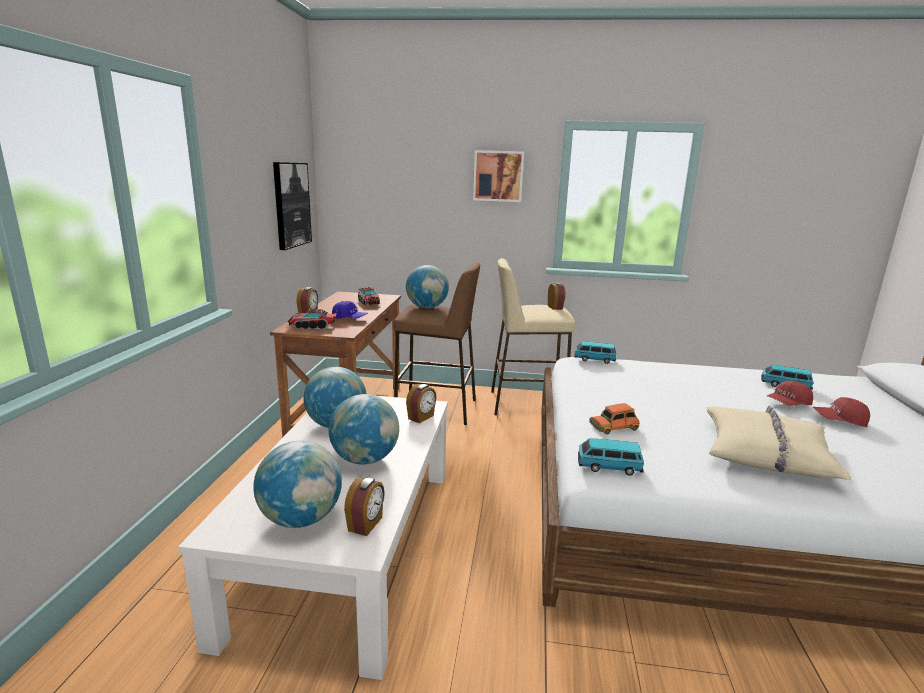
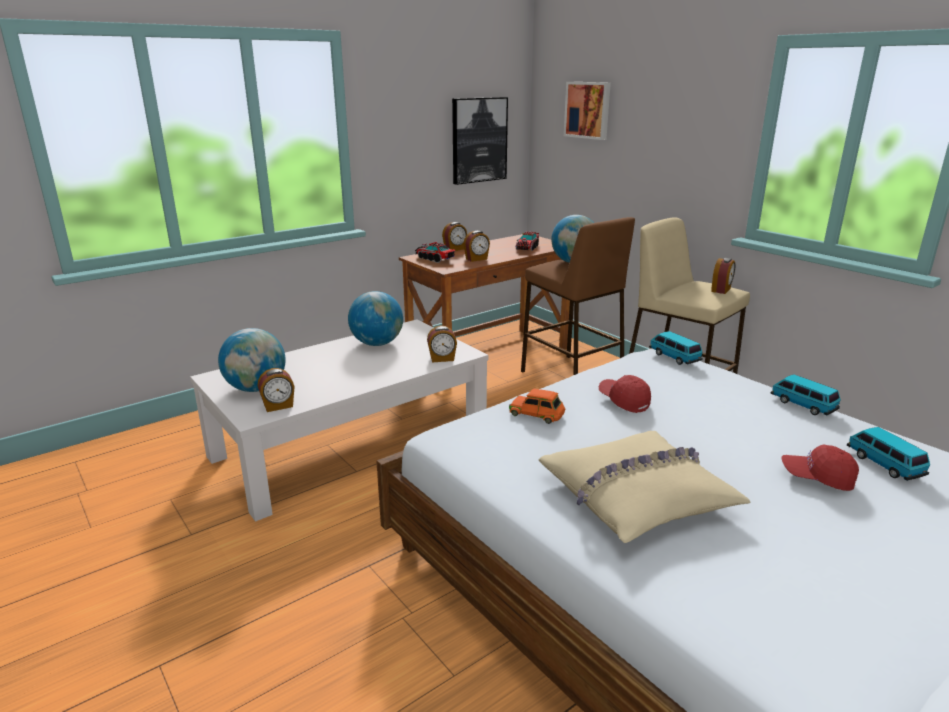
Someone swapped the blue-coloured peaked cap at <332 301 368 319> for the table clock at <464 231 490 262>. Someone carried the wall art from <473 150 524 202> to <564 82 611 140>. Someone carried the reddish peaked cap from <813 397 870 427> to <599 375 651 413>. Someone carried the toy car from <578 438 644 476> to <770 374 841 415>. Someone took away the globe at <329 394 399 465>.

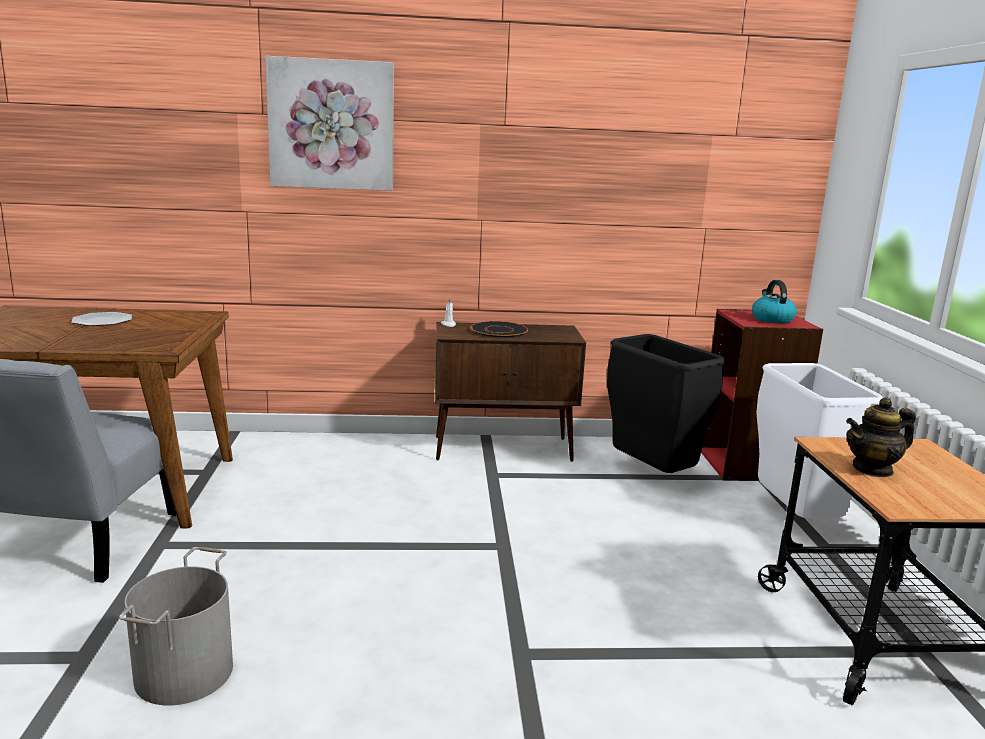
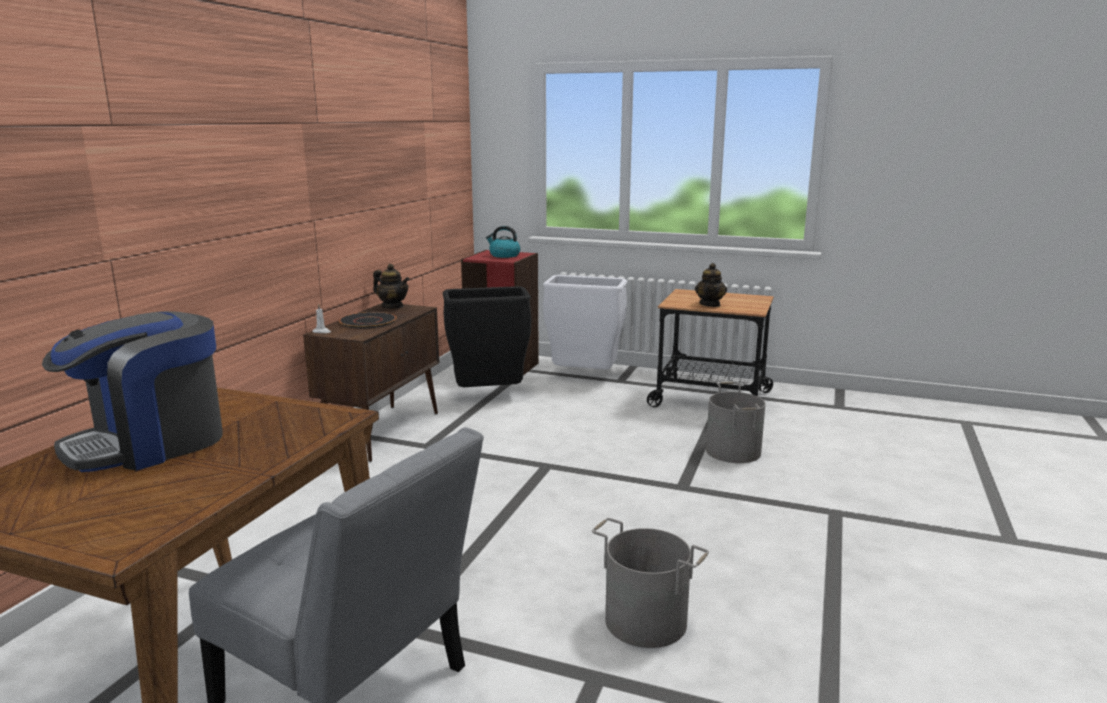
Someone swapped the plate at <72 312 132 326> for the coffee machine at <42 311 223 472>. Someone put down the teapot at <373 264 410 308>. Someone put down the grey water bucket at <706 382 766 463>. Someone took away the wall art at <265 56 394 191>.

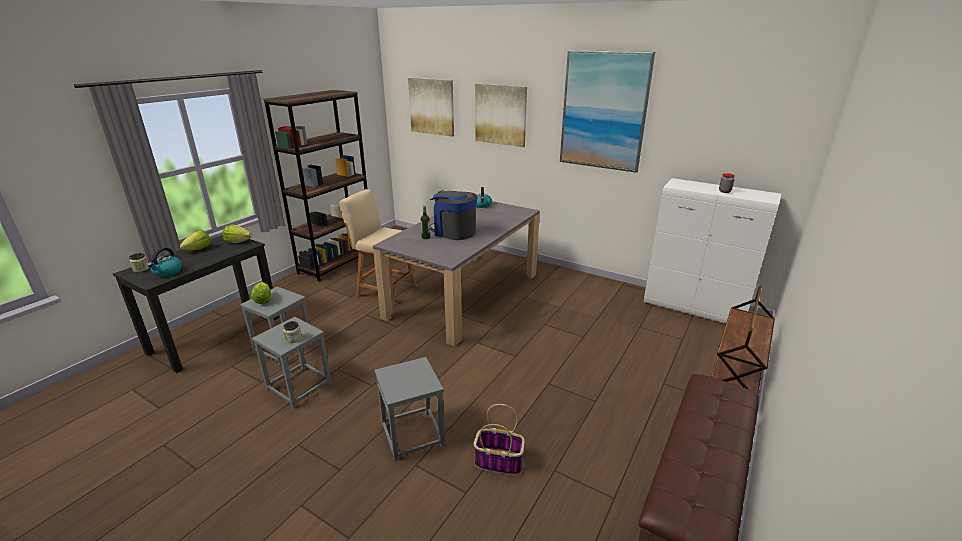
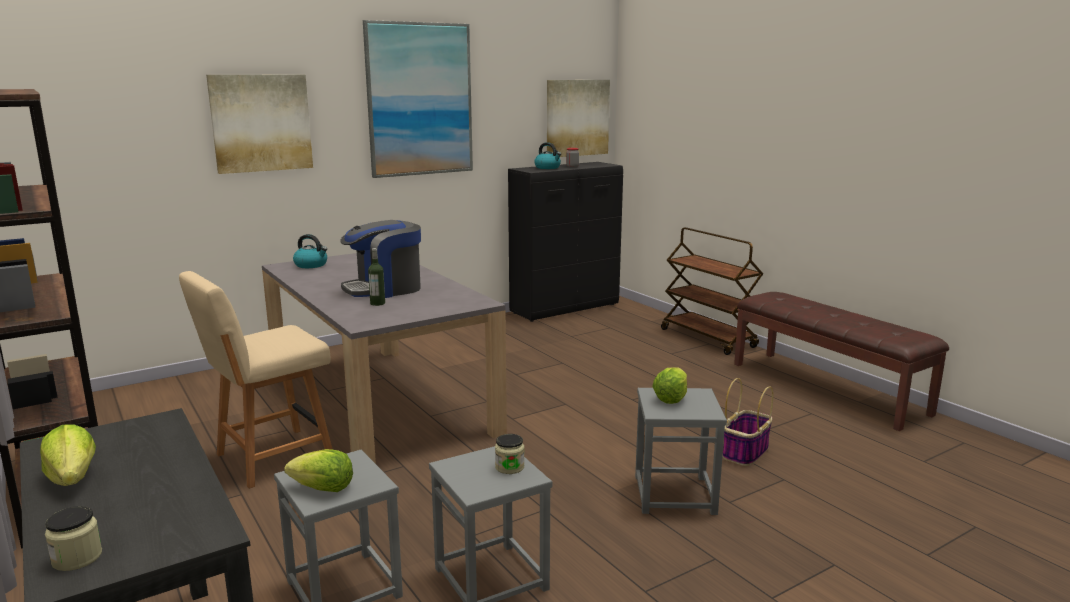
Someone repainted the white cupboard at <644 178 781 324>, which became the blackish cupboard at <508 162 623 322>. Someone carried the water kettle from <147 247 182 277> to <534 142 561 169>. Someone carried the wall art from <408 78 454 137> to <547 80 610 157>. Someone carried the lettuce from <222 225 252 243> to <652 367 687 404>.

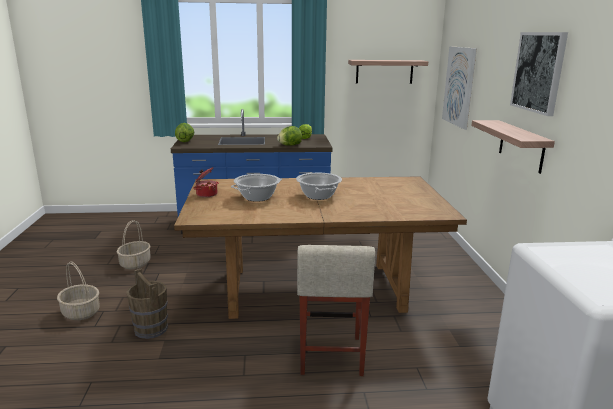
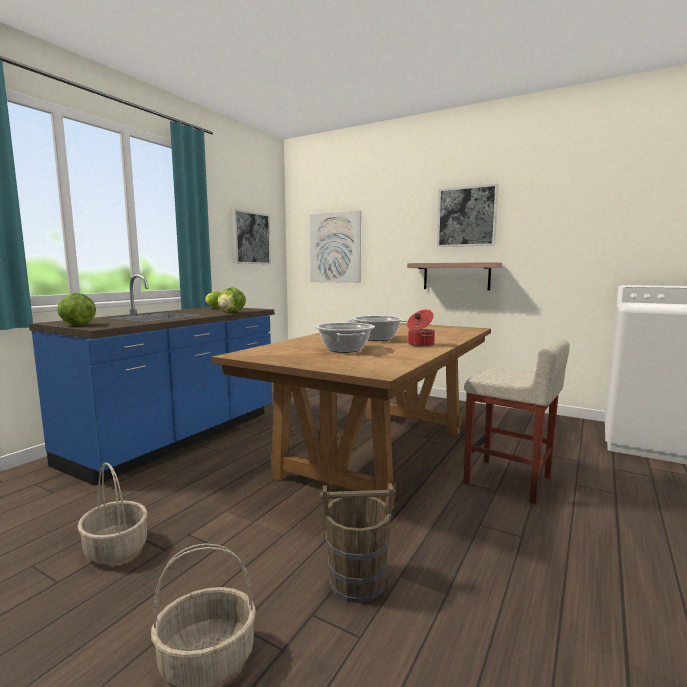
Someone swapped the shelf at <348 60 428 84> for the wall art at <232 209 271 264>. Someone carried the cooking pot from <193 167 219 197> to <407 310 435 347>.

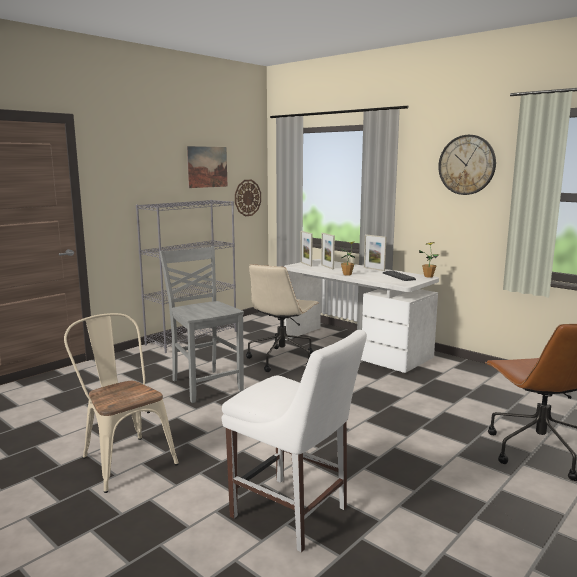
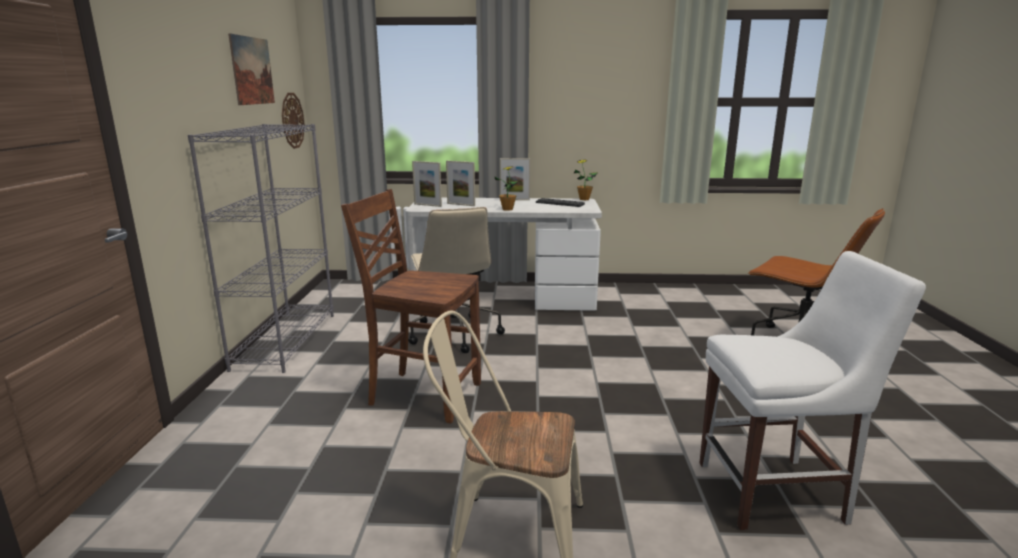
Someone repainted the grey chair at <159 246 244 403>, which became the brown-coloured chair at <341 189 481 423>. Someone took away the hanging clock at <438 135 496 195>.

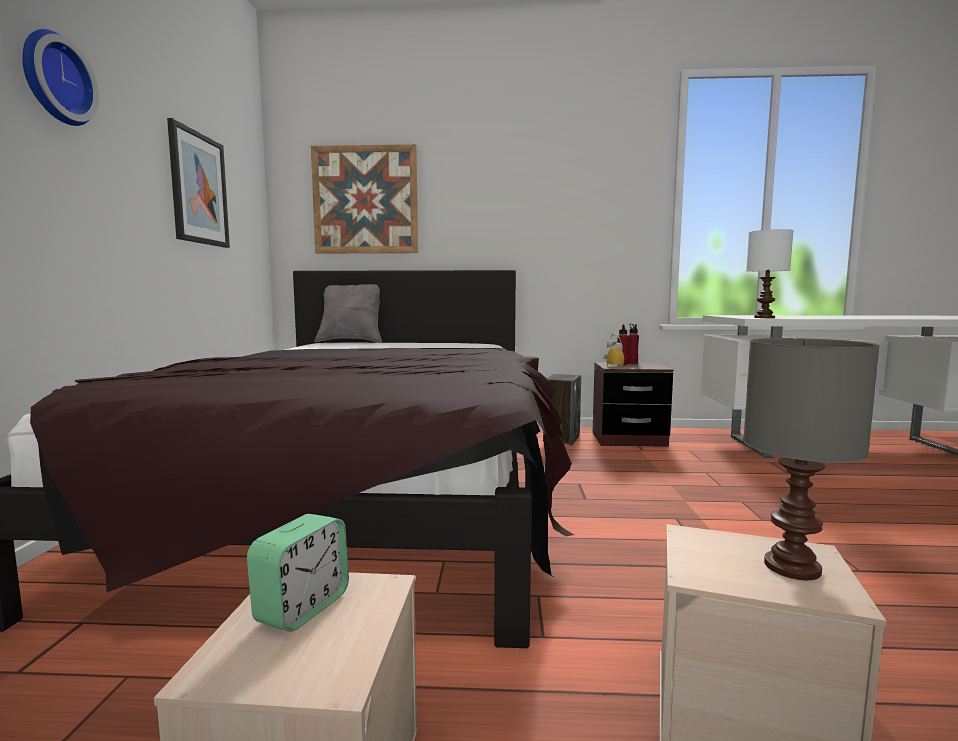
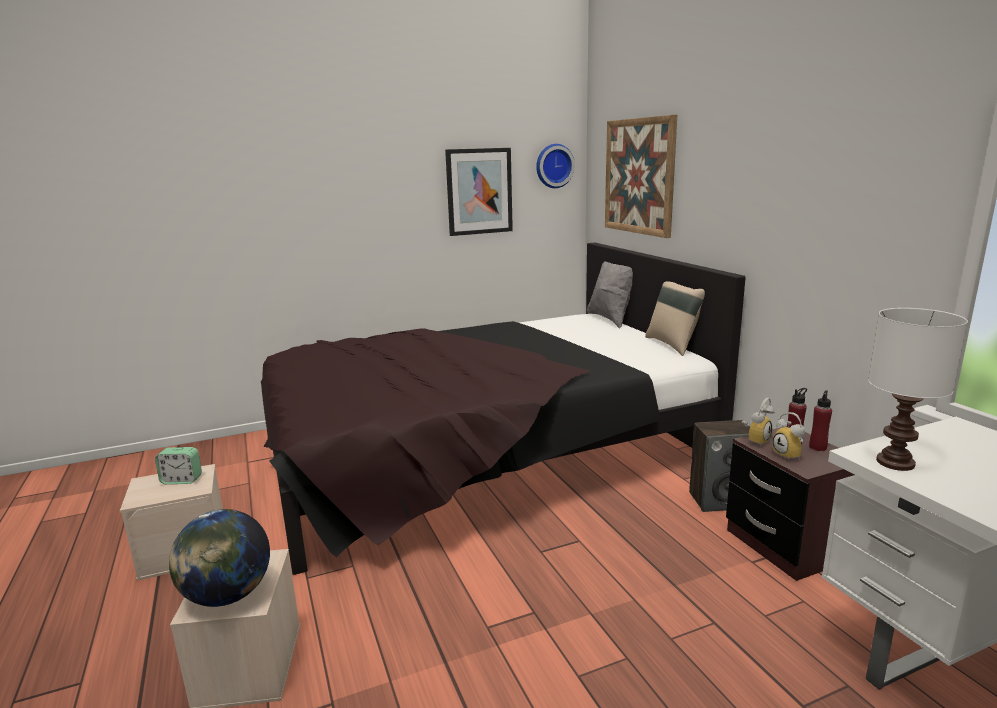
Someone swapped the grey lamp for a table at <743 338 880 580> for the globe at <169 509 270 607>. Someone carried the hanging clock from <22 29 99 126> to <536 144 575 188>. Someone put down the sand-coloured throw pillow at <645 281 705 356>. Someone put down the table clock at <772 412 805 461>.

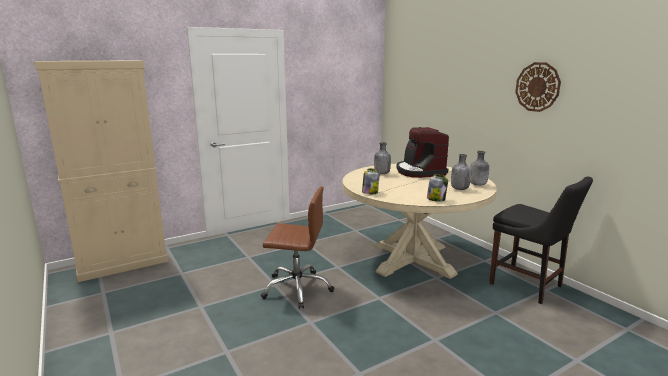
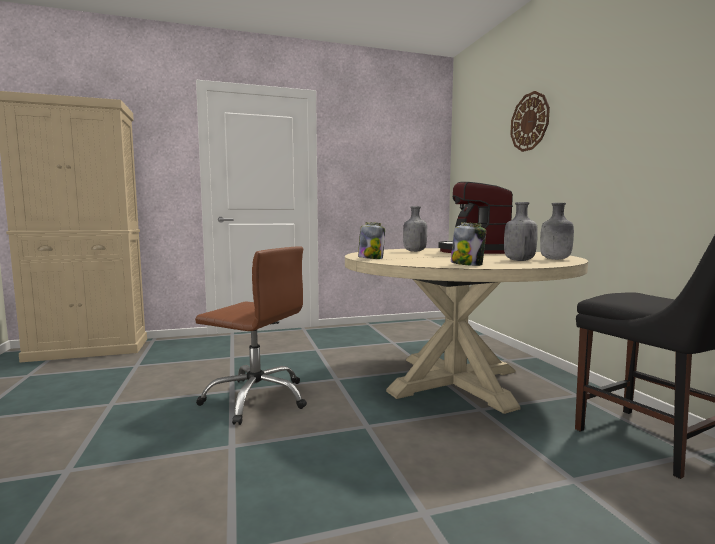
Someone carried the hanging clock from <515 62 561 112> to <510 91 550 152>.

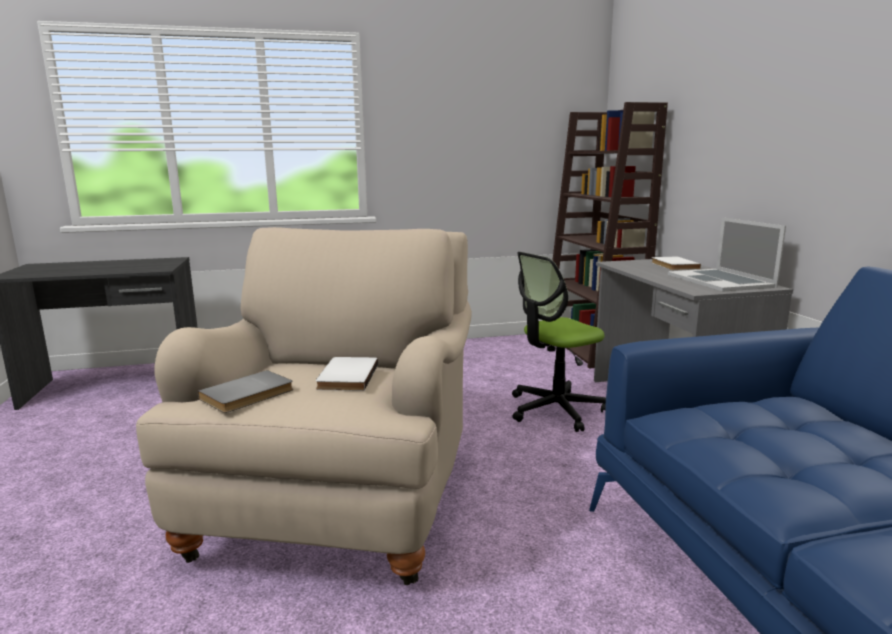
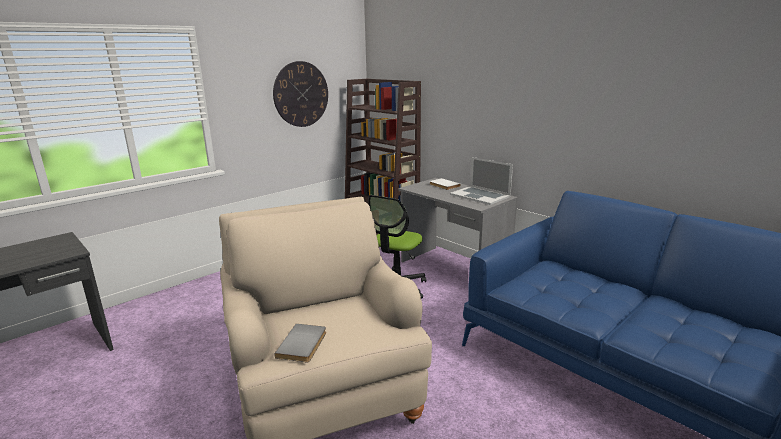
Someone put up the hanging clock at <273 61 328 127>. Someone took away the white bound book at <316 357 378 391>.

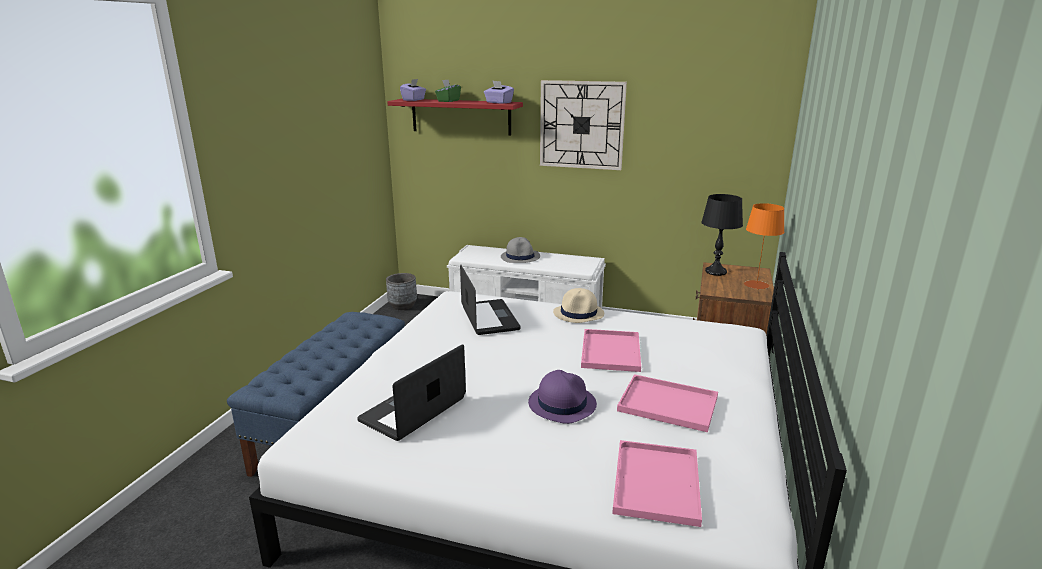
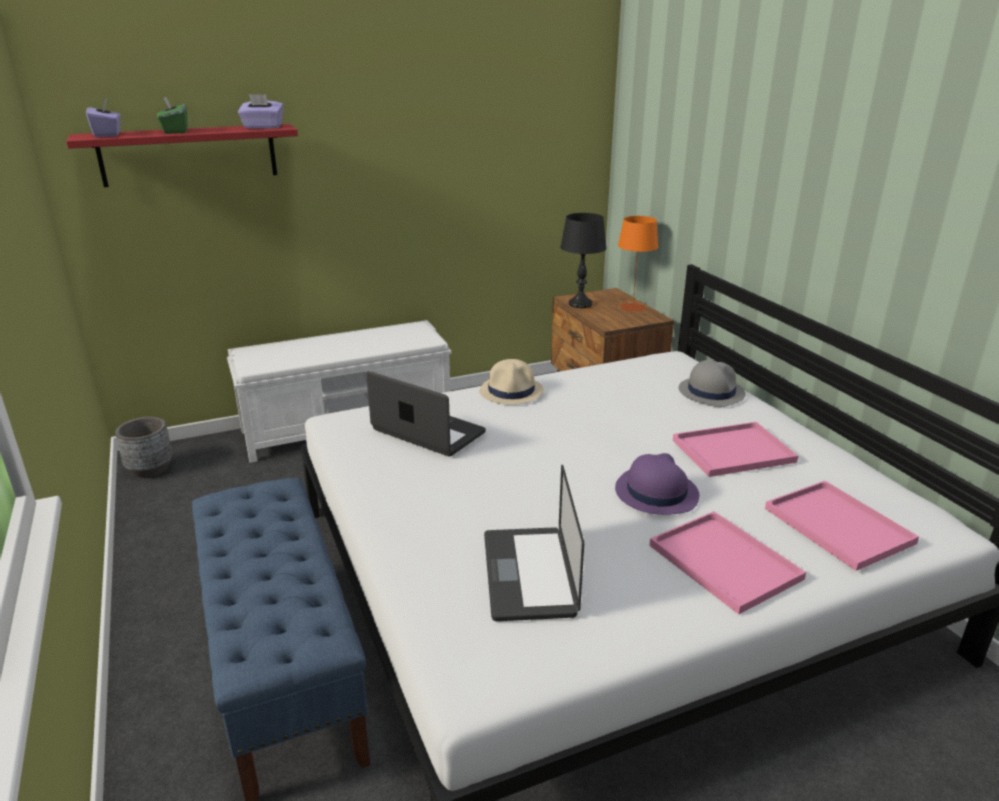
Someone carried the pinkish carrying tray from <581 329 641 372> to <649 511 806 614>. Someone carried the grey clothing hat from <501 237 540 263> to <678 359 746 407>. Someone took away the hanging clock at <540 80 627 170>.

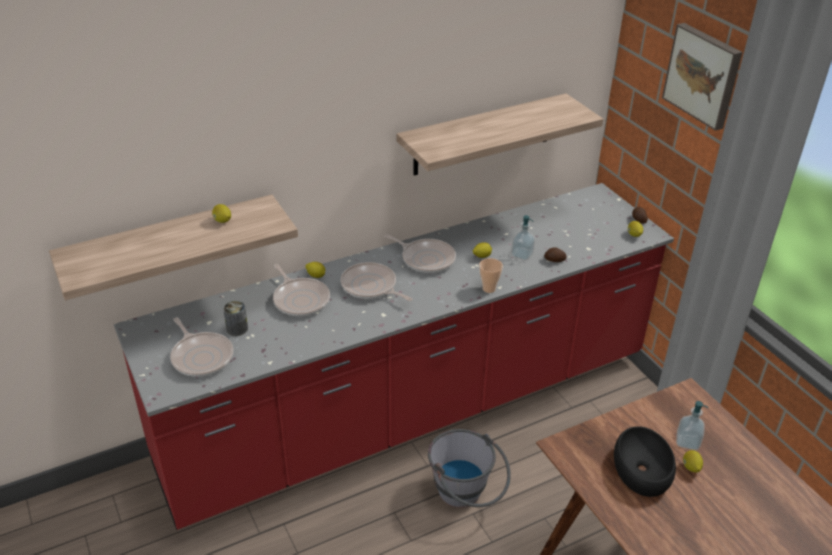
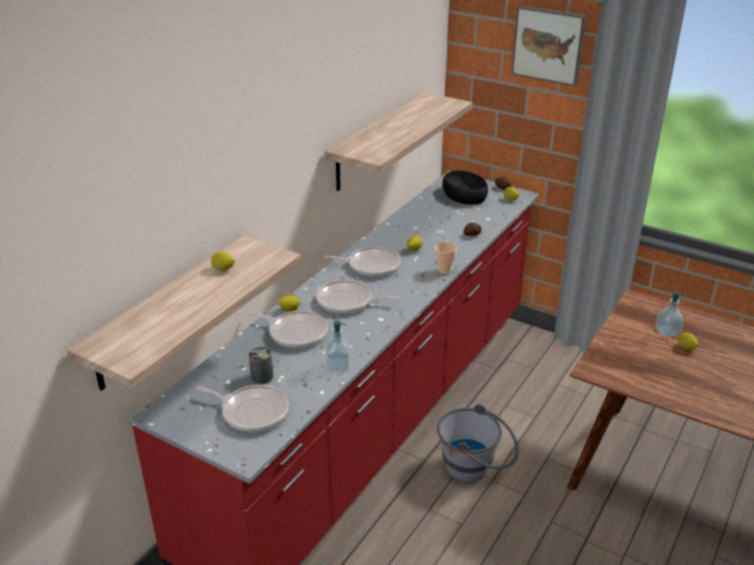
Someone carried the soap dispenser from <511 215 535 261> to <326 321 350 371>. Someone carried the blackish bowl from <614 426 676 497> to <442 171 488 205>.

